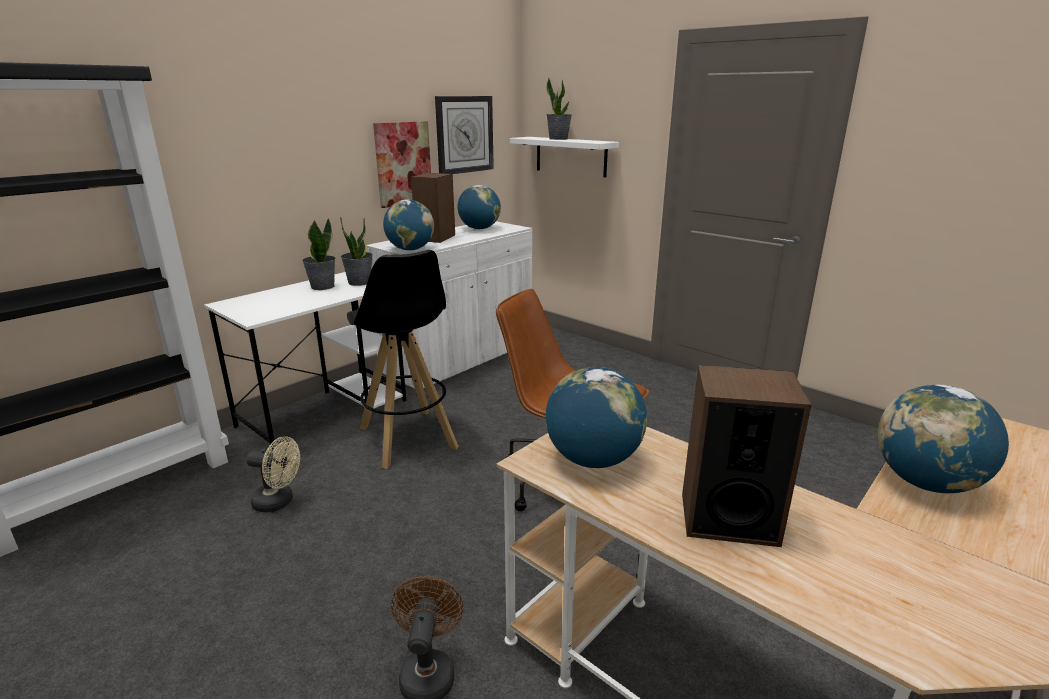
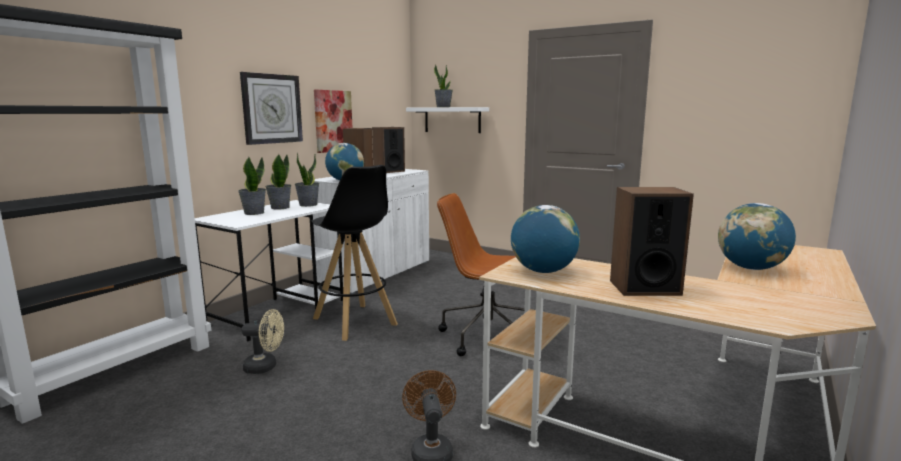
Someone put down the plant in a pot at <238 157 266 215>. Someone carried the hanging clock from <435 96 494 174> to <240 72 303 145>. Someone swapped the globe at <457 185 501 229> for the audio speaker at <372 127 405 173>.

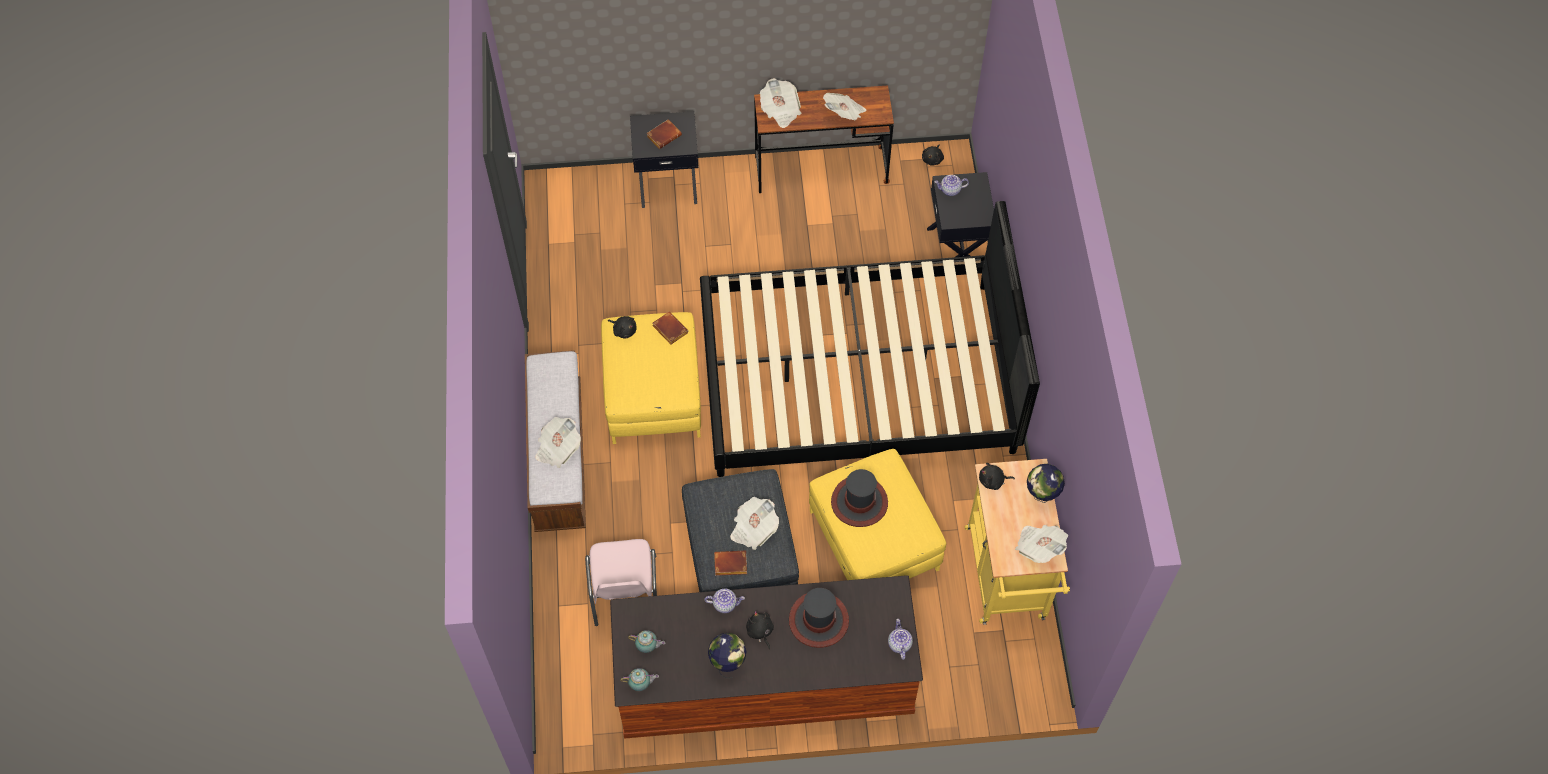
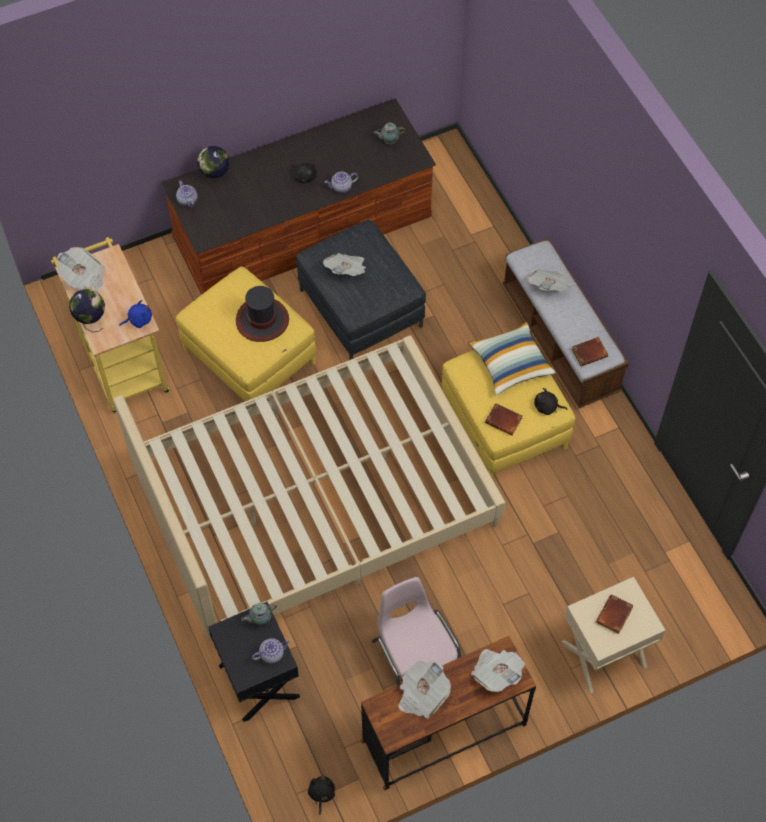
Someone repainted the blackish bed at <700 201 1040 477>, which became the sand-coloured bed at <113 335 505 641>. Someone repainted the blackish cuddly toy at <979 463 1015 490>, which became the blue-coloured cuddly toy at <119 300 152 328>. Someone carried the globe from <708 633 747 678> to <197 146 229 184>. Someone carried the teapot from <620 668 659 691> to <241 603 277 625>. Someone carried the pinkish chair from <585 539 657 626> to <372 577 461 686>. Someone put down the throw pillow at <468 322 556 395>. Someone repainted the blackish bedside table at <630 111 699 208>, which became the sand-coloured bedside table at <562 577 666 693>. Someone carried the brown-coloured bound book from <714 550 747 576> to <572 337 608 367>. Someone took away the clothing hat at <789 588 849 648>.

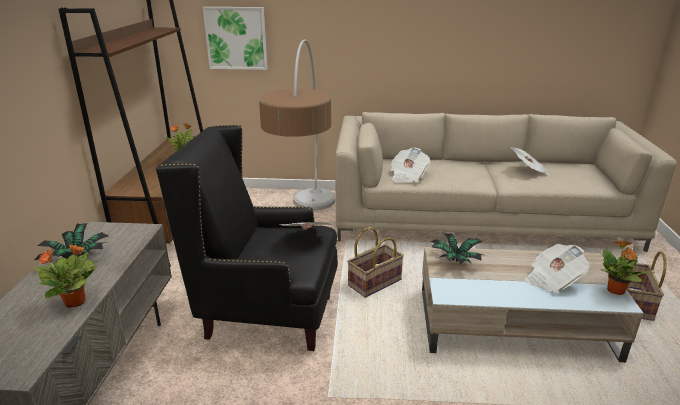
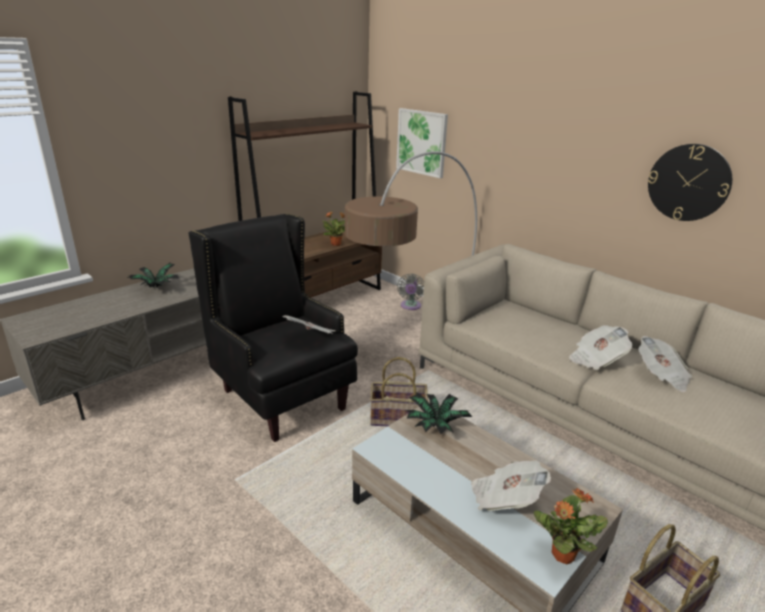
Someone put down the grey cooling fan at <397 274 424 310>. Someone carried the daily paper from <390 148 431 183> to <569 325 632 370>. Someone put up the hanging clock at <648 144 732 221>. Someone took away the plant in a pot at <34 244 97 308>.

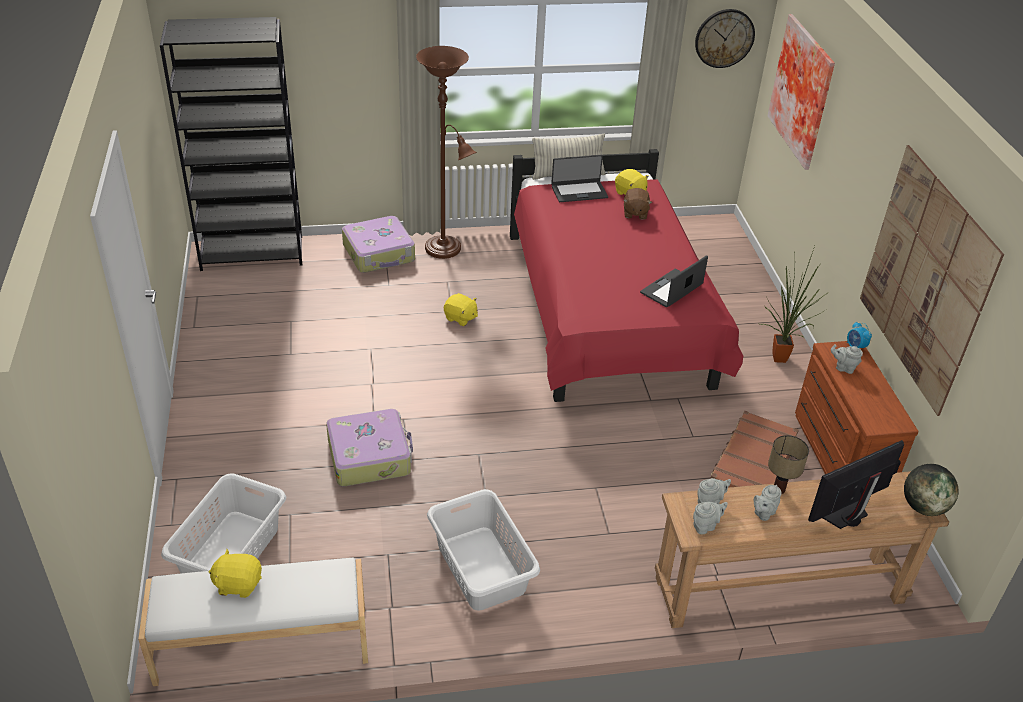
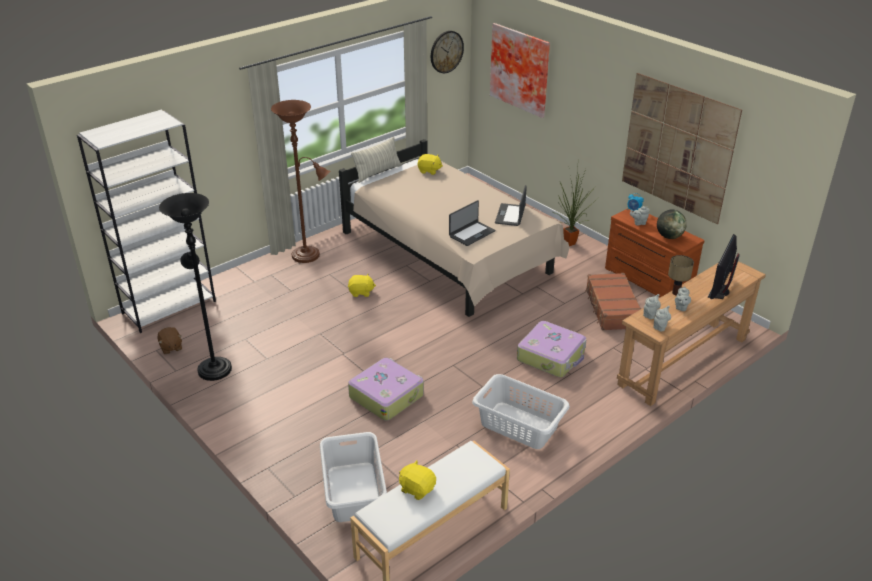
Someone repainted the blackish bookshelf at <160 17 302 271>, which became the white bookshelf at <77 110 216 333>. Someone carried the brown-coloured cuddly toy from <624 188 652 220> to <158 327 182 354>. Someone put down the blackish standard lamp at <159 193 232 381>. Someone repainted the reddish bed at <510 149 743 402>, which became the sand-coloured bed at <339 139 570 317>. Someone rotated the yellow cuddly toy at <208 549 262 598> by 60 degrees clockwise. Someone carried the laptop from <551 155 608 202> to <449 200 495 246>. Someone carried the piece of luggage from <342 216 415 273> to <517 321 586 377>. Someone carried the globe from <904 464 959 516> to <657 210 687 239>.

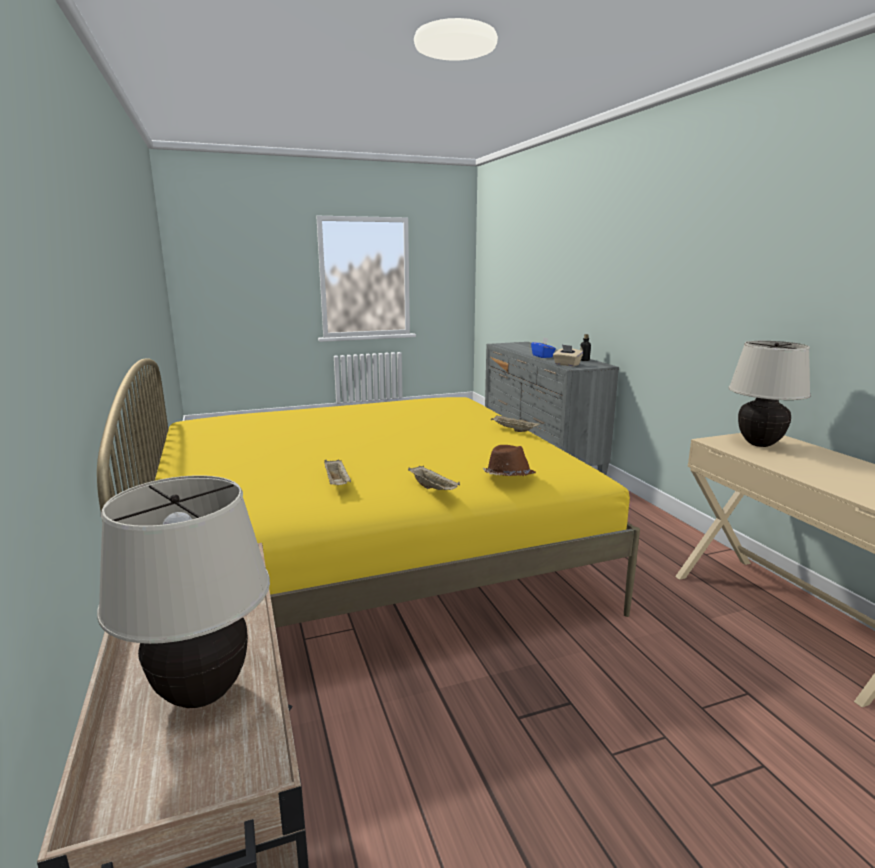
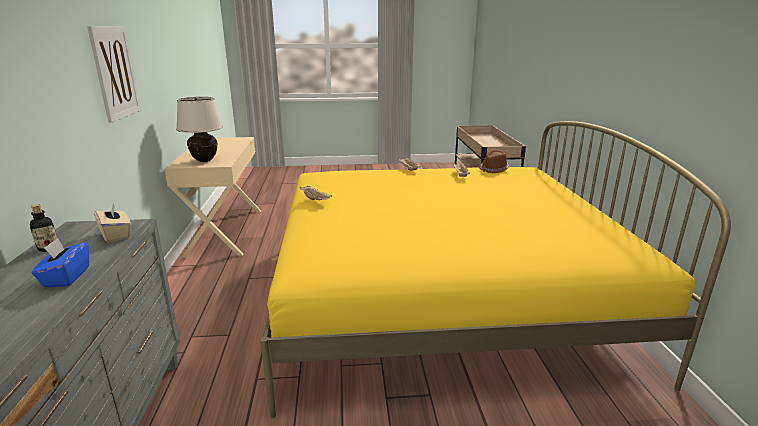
Someone put up the wall art at <87 26 141 123>. Someone carried the brown-coloured clothing hat from <483 445 536 476> to <479 150 509 173>. Someone took away the sand-coloured lamp for a table at <97 475 270 708>.

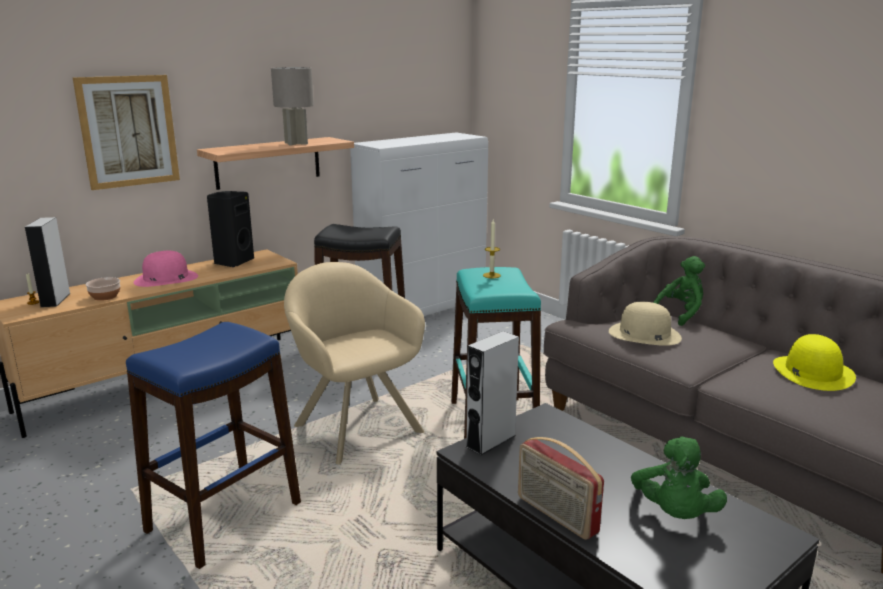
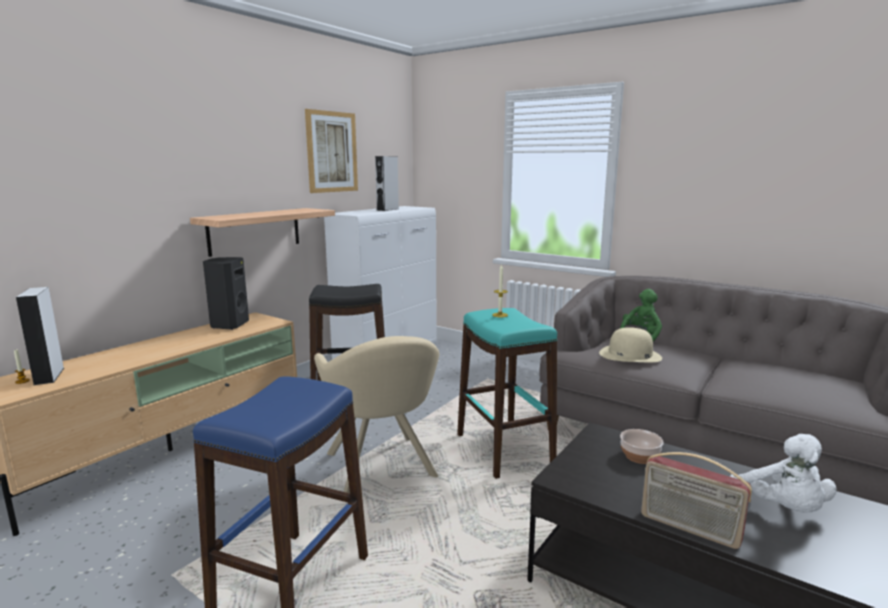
Someone carried the wall art from <73 75 180 190> to <305 109 358 193>. Someone rotated the sand-coloured armchair at <284 262 425 465> by 150 degrees counterclockwise. Someone carried the grey audio speaker from <466 331 519 455> to <375 156 399 211>. Someone carried the bowl from <85 277 120 301> to <620 429 664 464>. Someone repainted the green-coloured cuddly toy at <631 436 727 519>, which became the white cuddly toy at <730 434 837 512>. Someone took away the pinkish clothing hat at <134 251 198 287>. Someone took away the grey lamp for a table at <271 67 314 145>. Someone took away the yellow clothing hat at <773 334 856 391>.

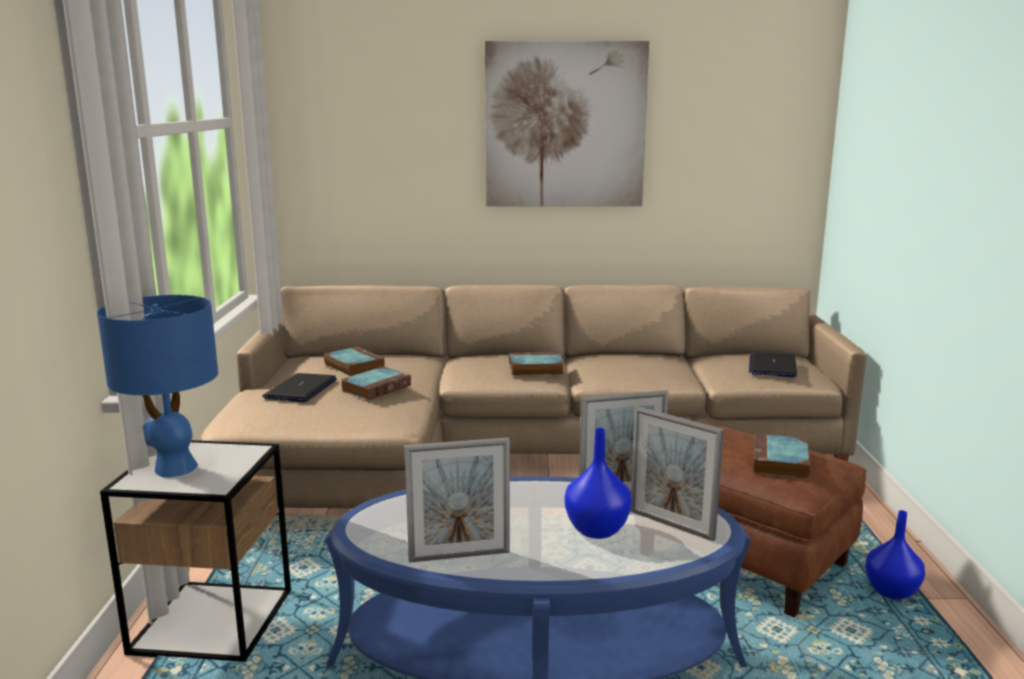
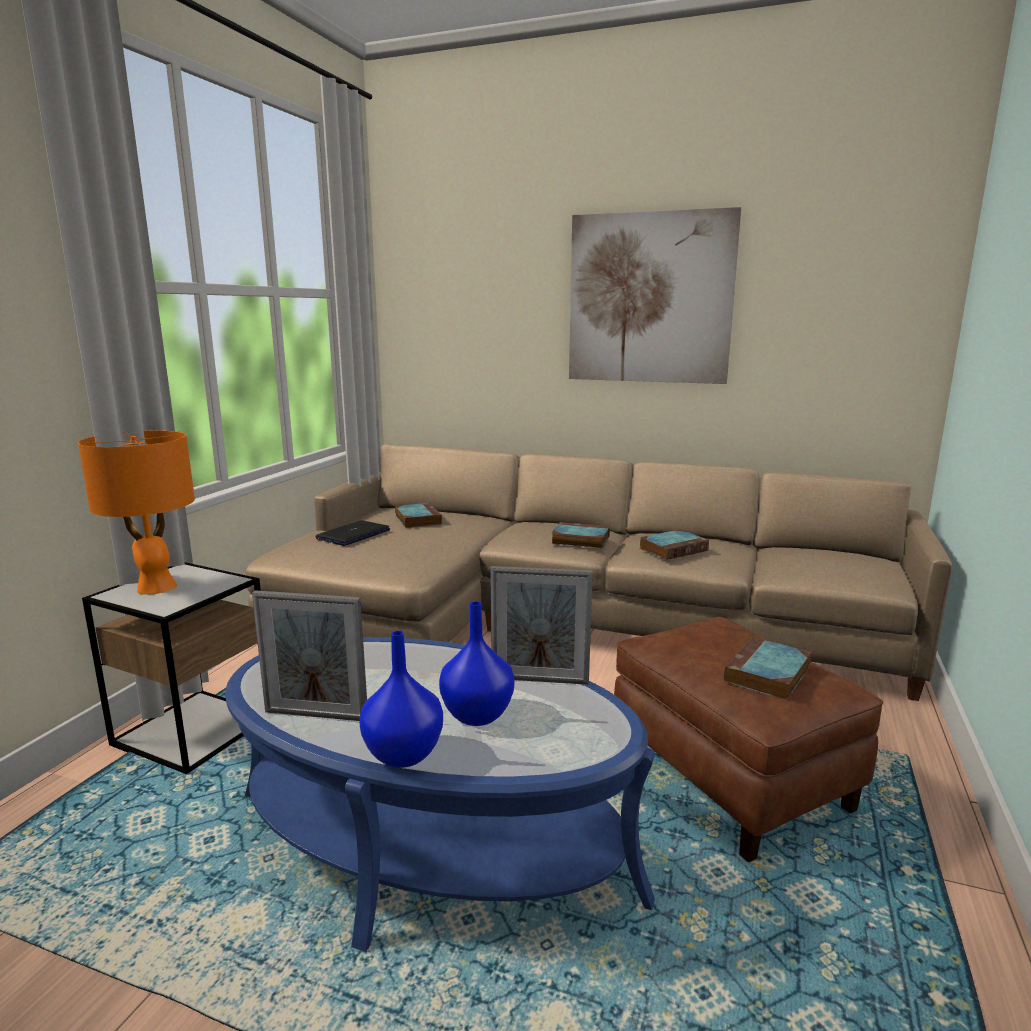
Someone repainted the blue-coloured lamp for a table at <97 295 218 478>, which became the orange lamp for a table at <78 430 195 594>. Someone carried the blue-coloured vase from <865 510 925 600> to <359 631 443 768>. Someone carried the bound book from <341 367 411 400> to <639 529 709 560>. Someone took away the photo frame at <630 406 724 541>. Someone took away the laptop at <749 352 797 377>.

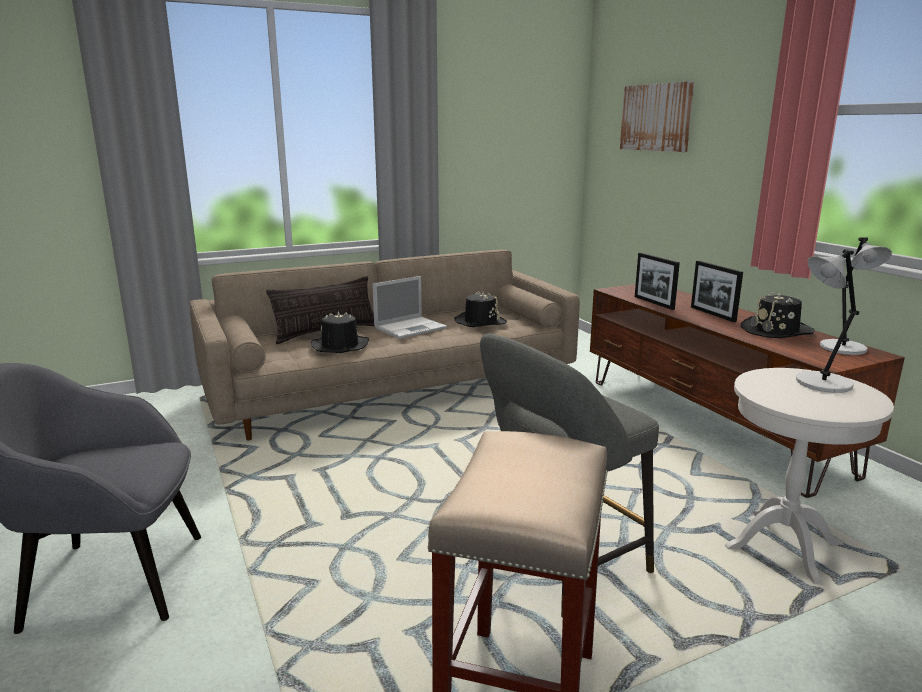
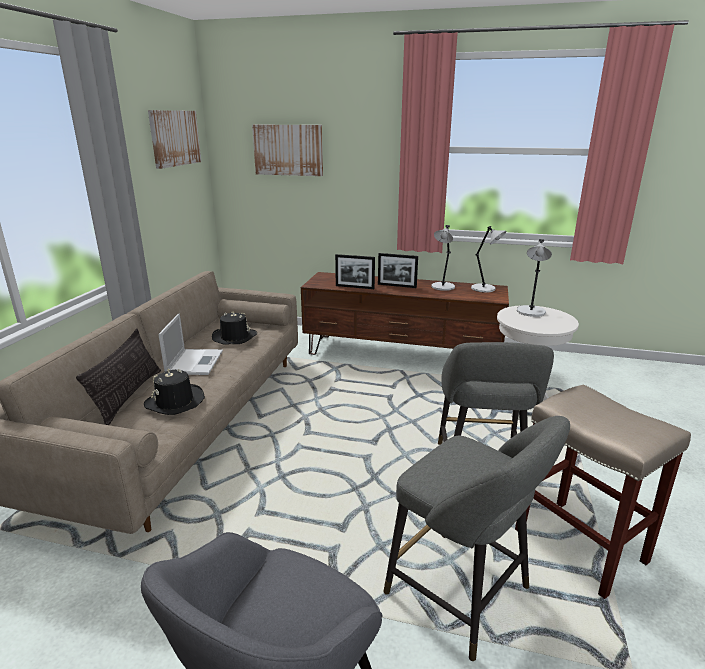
Someone put up the wall art at <148 110 201 169>. Someone put down the grey stool seat at <383 416 570 661>. Someone swapped the blackish clothing hat at <740 292 815 338> for the grey lamp for a table at <431 225 455 291>.

